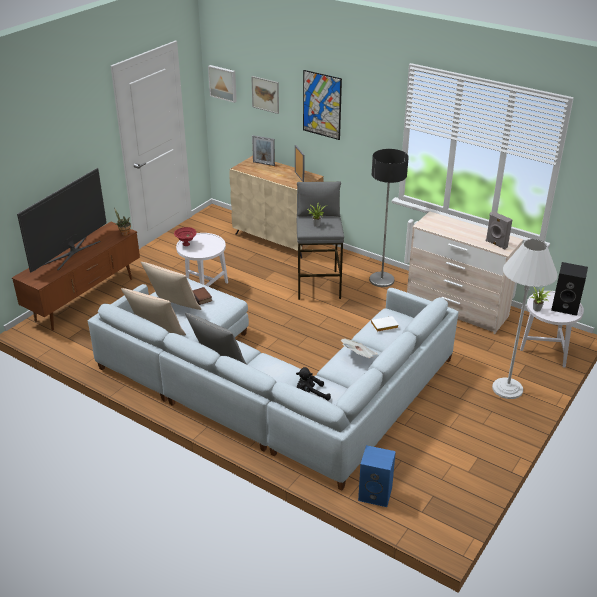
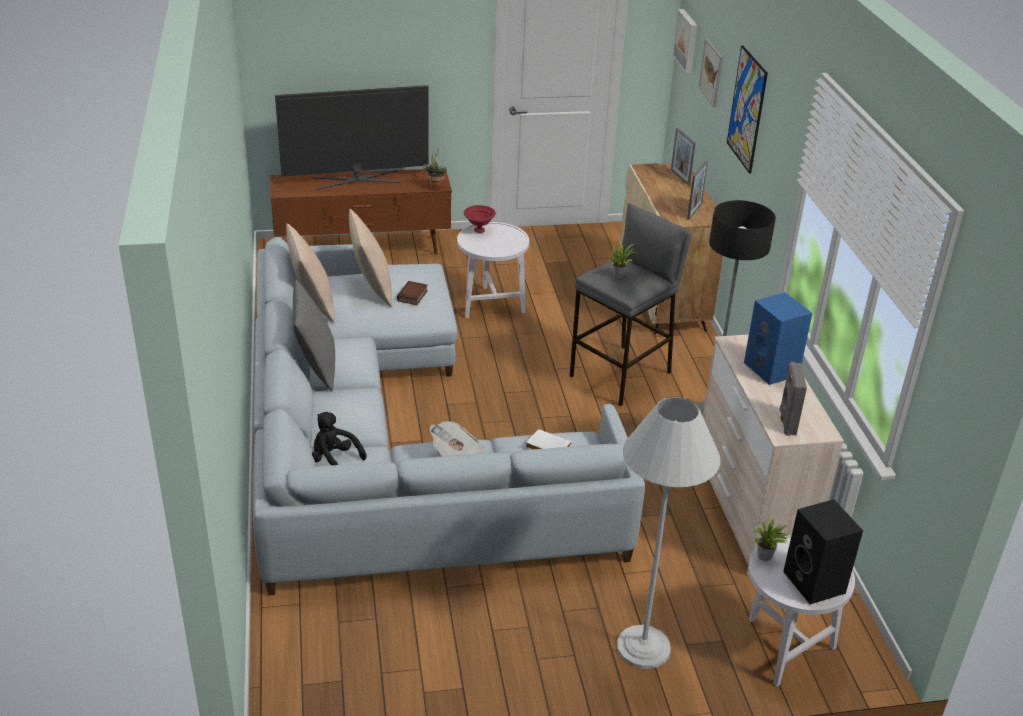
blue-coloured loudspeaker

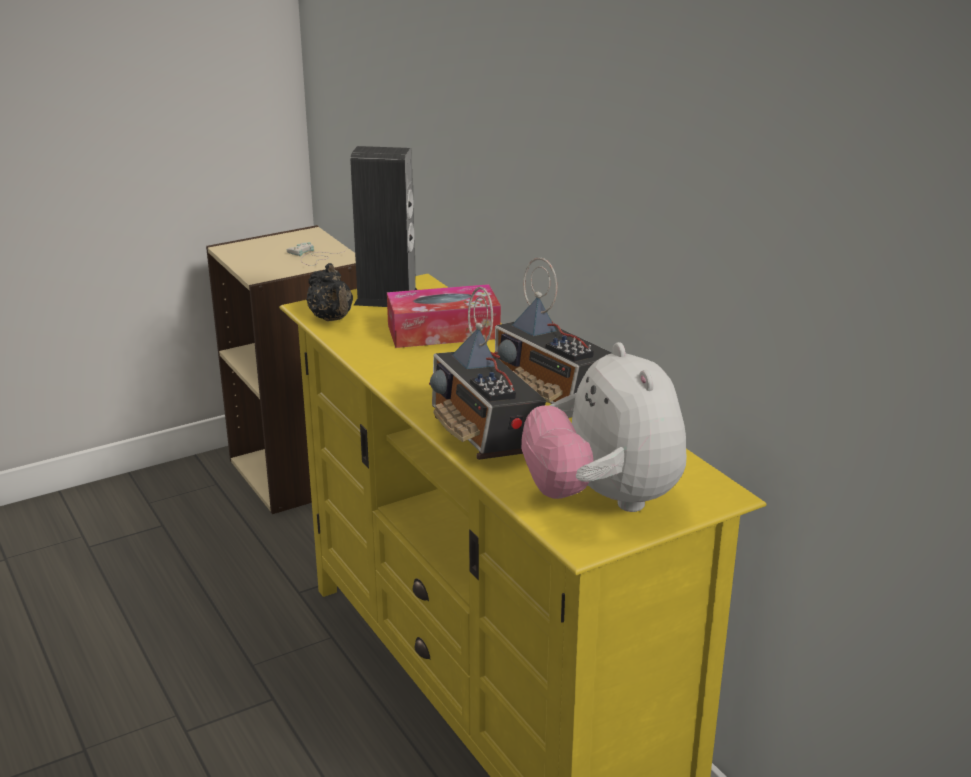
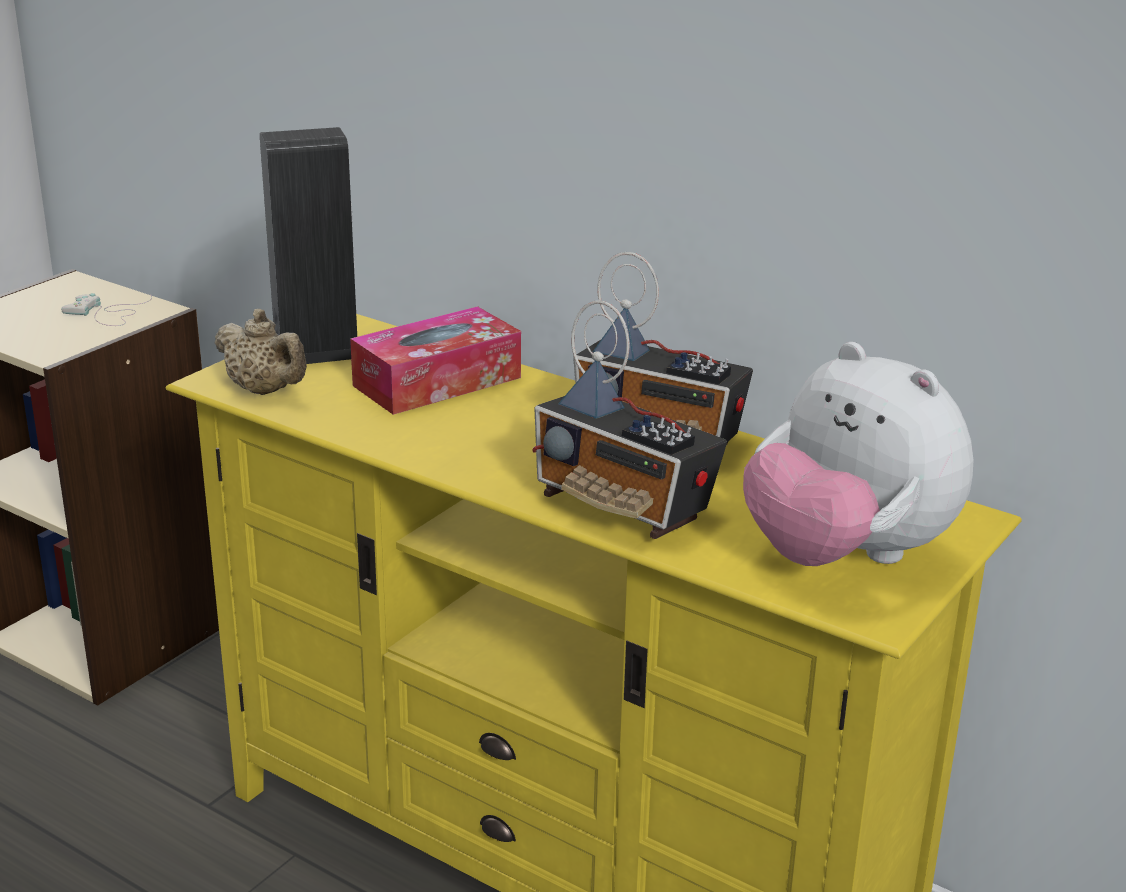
beige-coloured pot for tea

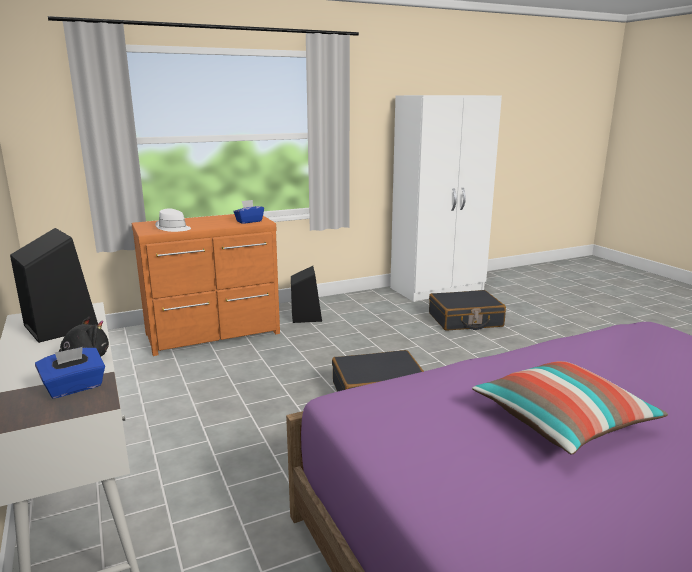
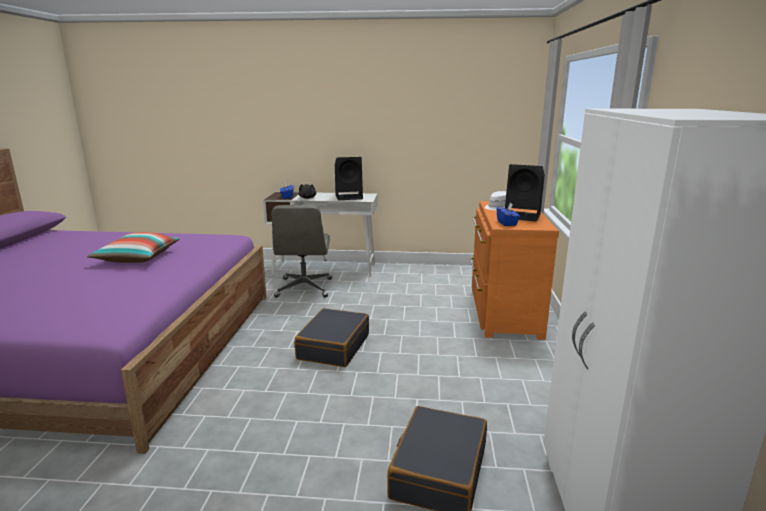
black-coloured loudspeaker (2nd from left)
gray desk chair

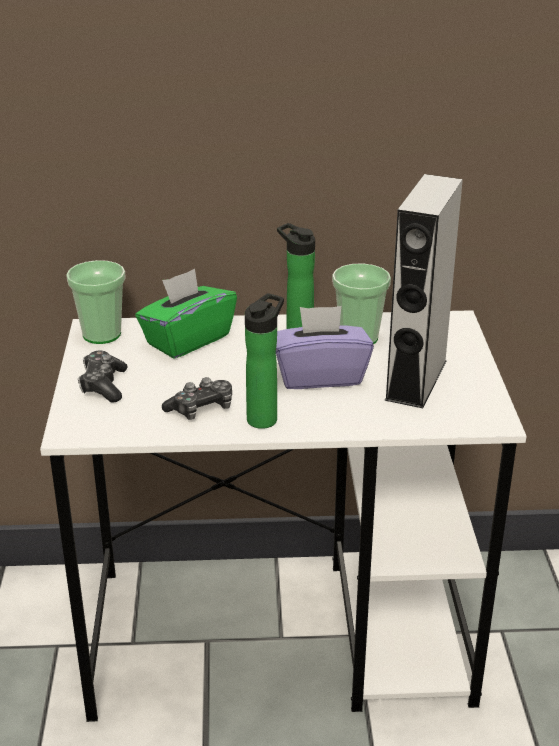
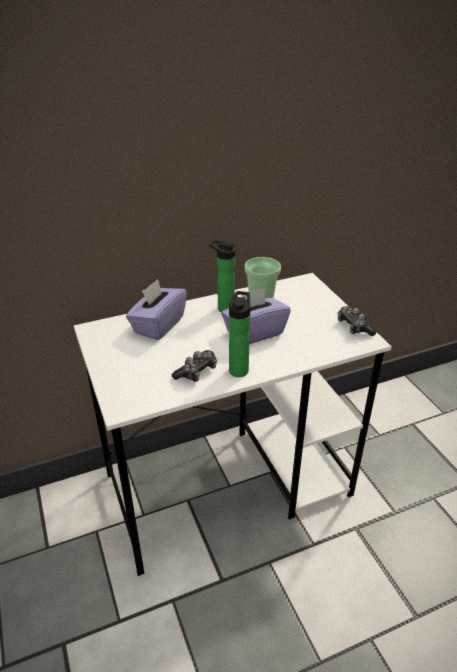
gray loudspeaker
cup (1st from left in the first image)
purple-coloured tissue box (1st from left)
gamepad (2nd from left)

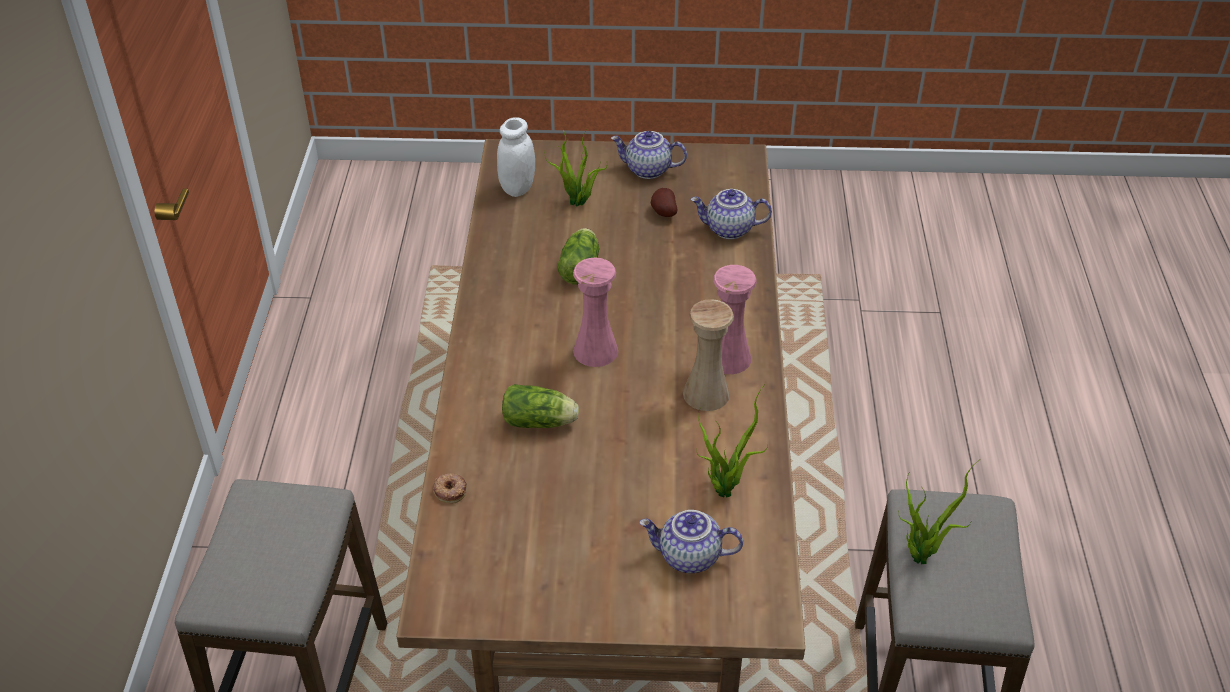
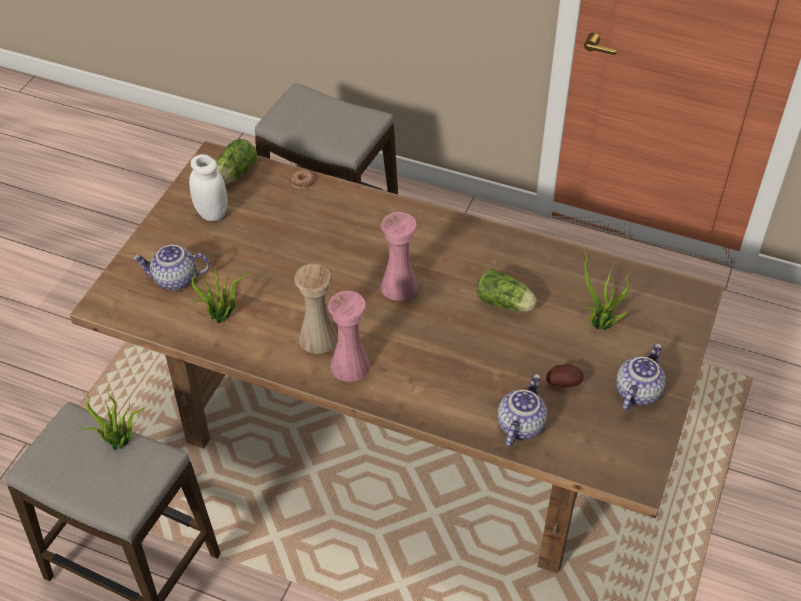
white preserve jar
lettuce (1st from left)
pot for tea (1st from left)

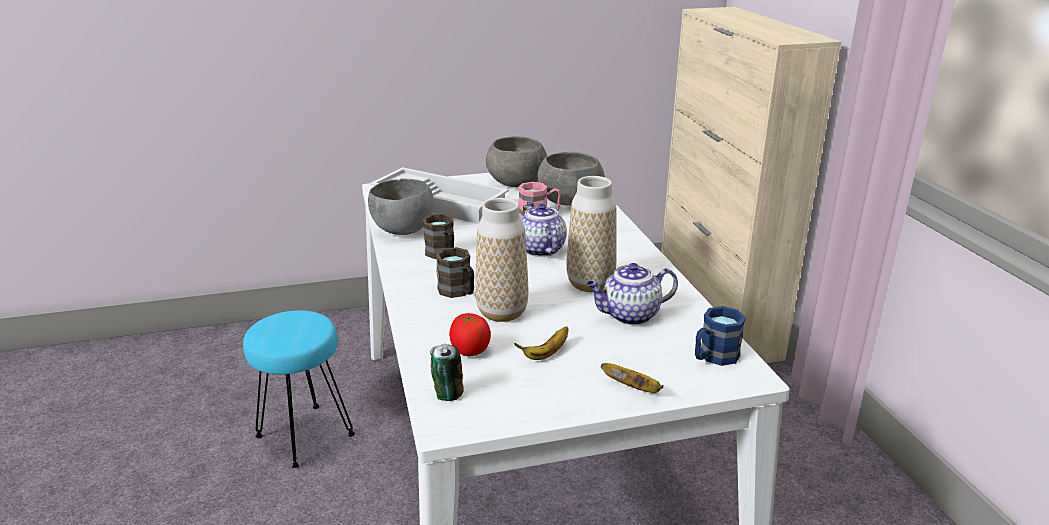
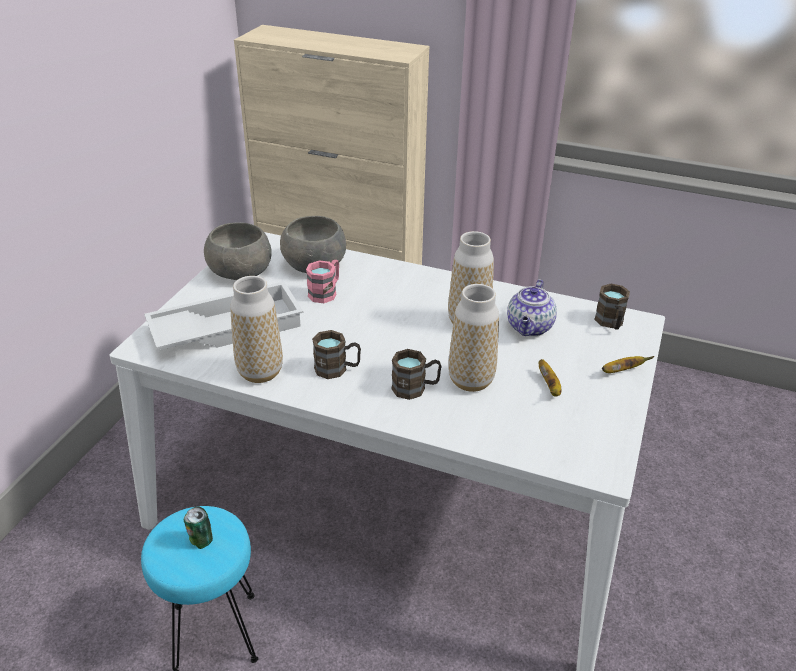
flower vase (1st from left)
pot for tea (1st from left in the first image)
brownish tea mug (3rd from left)
fresh tomato
sealed can

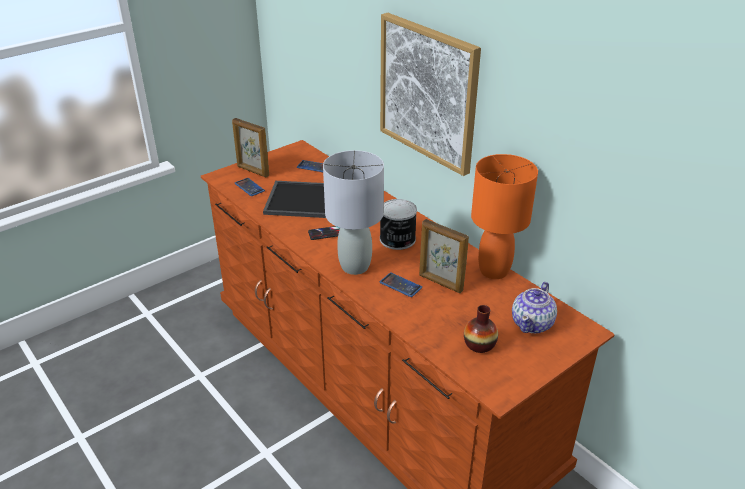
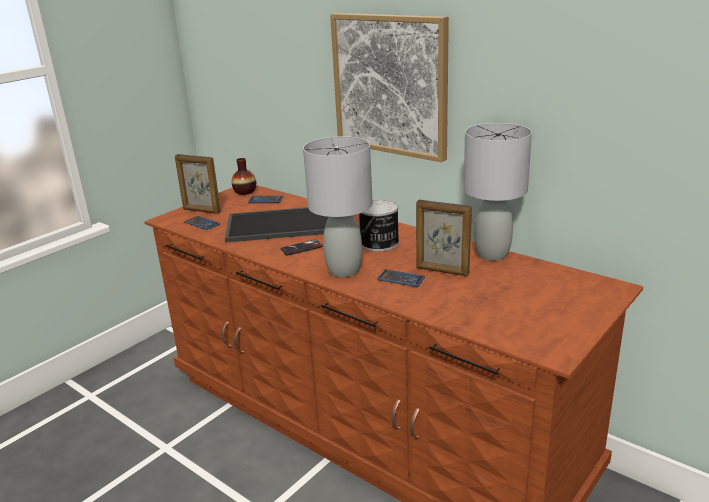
gray table lamp (2nd from left)
pot for tea
flower vase

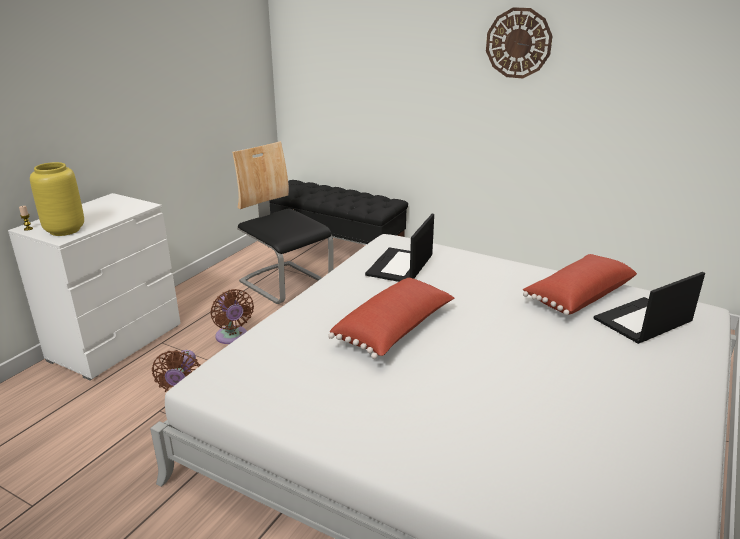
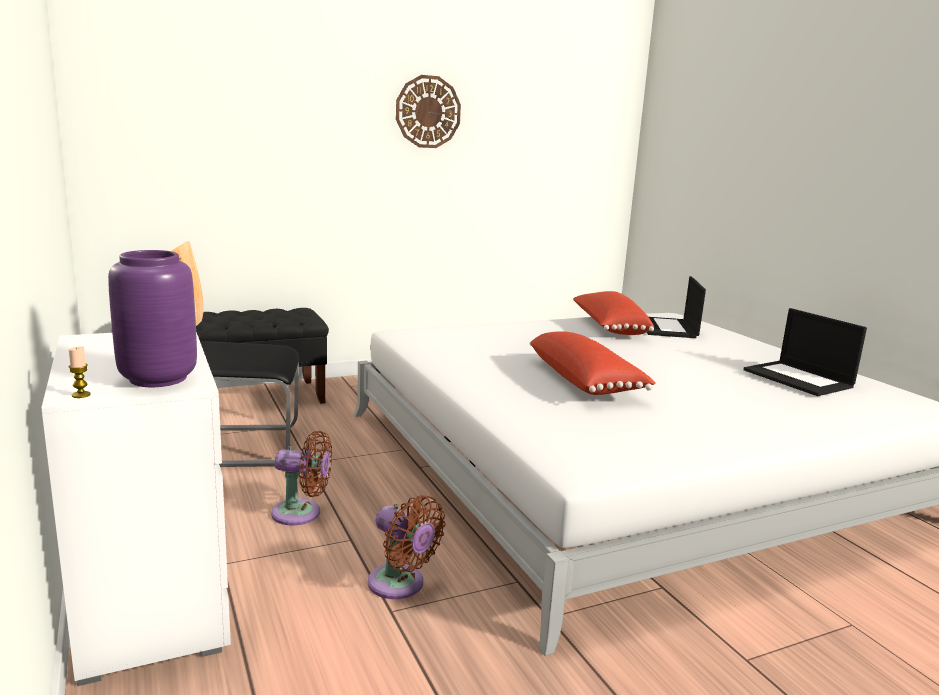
purple-coloured flower vase
laptop (2nd from left)

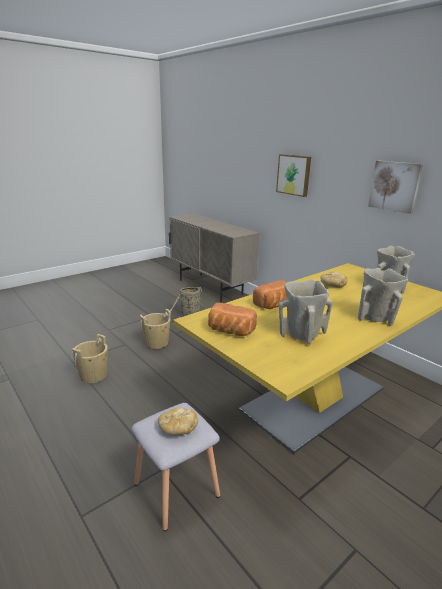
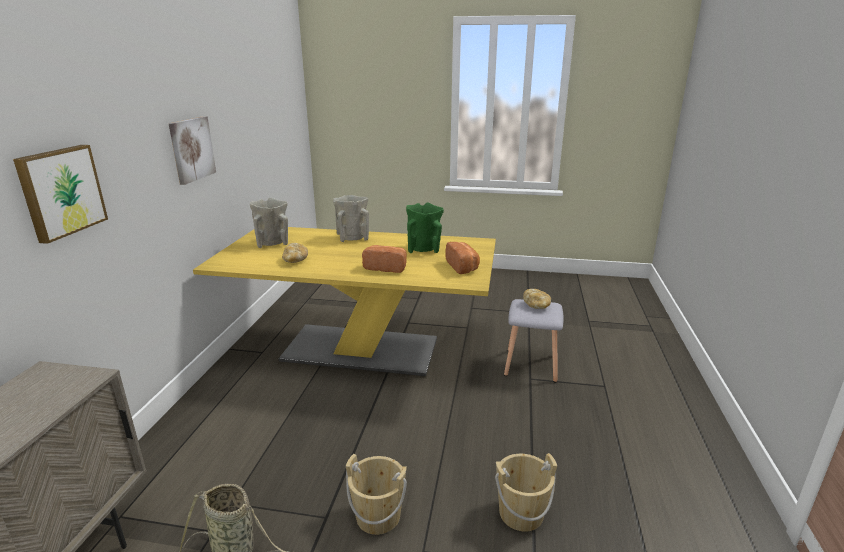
green-coloured flower vase

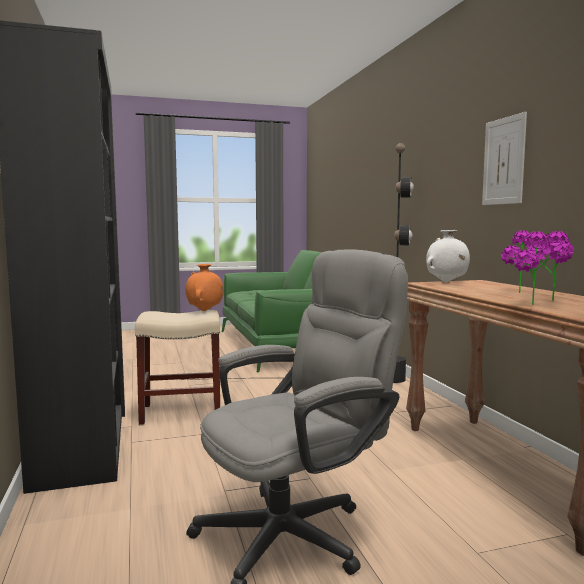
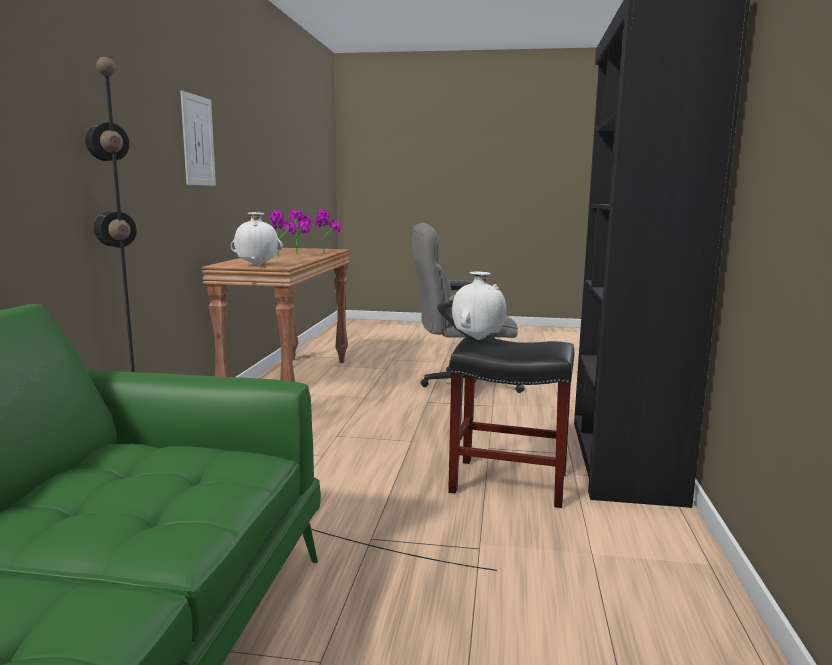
white flower vase (2nd from left)
black-coloured sitting stool

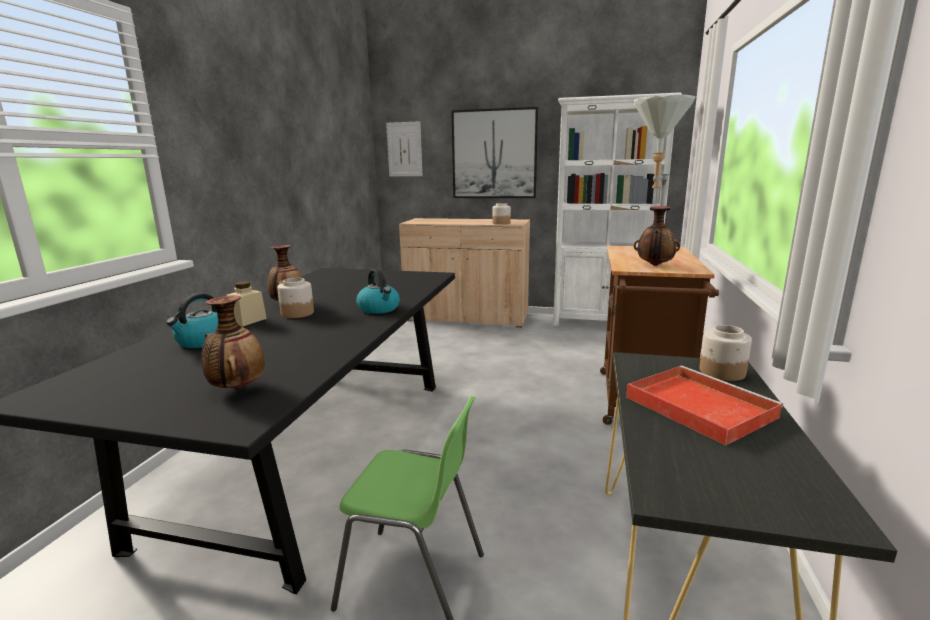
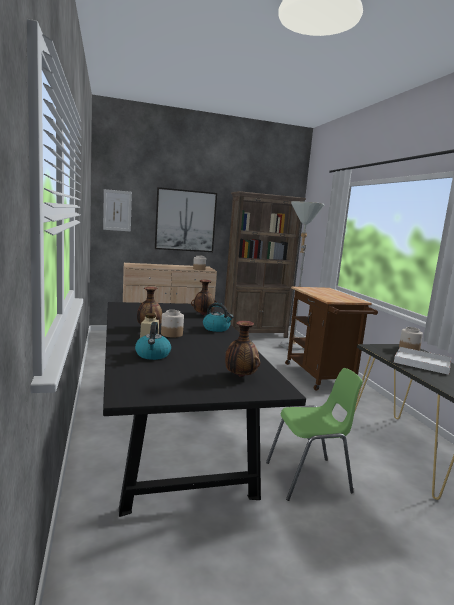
brownish bookcase
flower vase (2nd from left)
white tray

